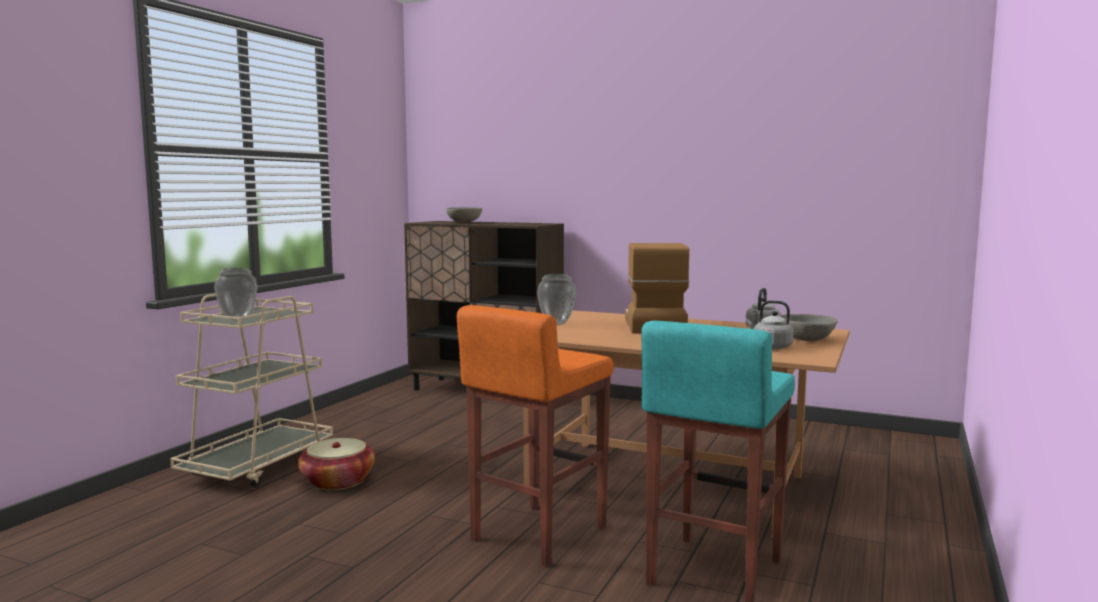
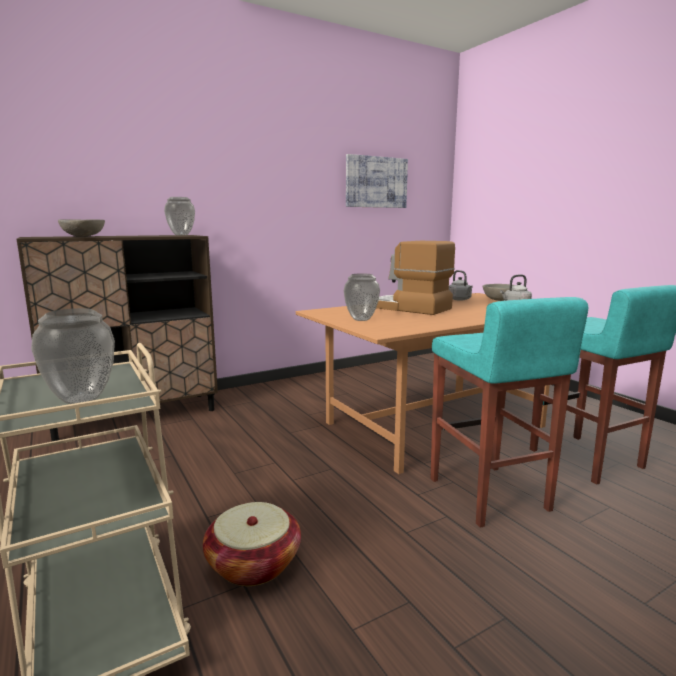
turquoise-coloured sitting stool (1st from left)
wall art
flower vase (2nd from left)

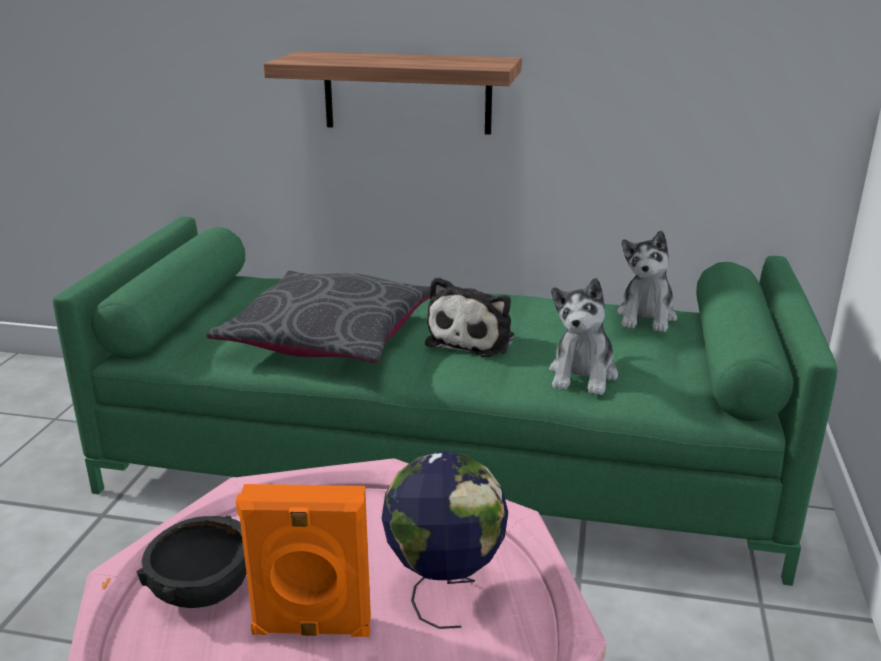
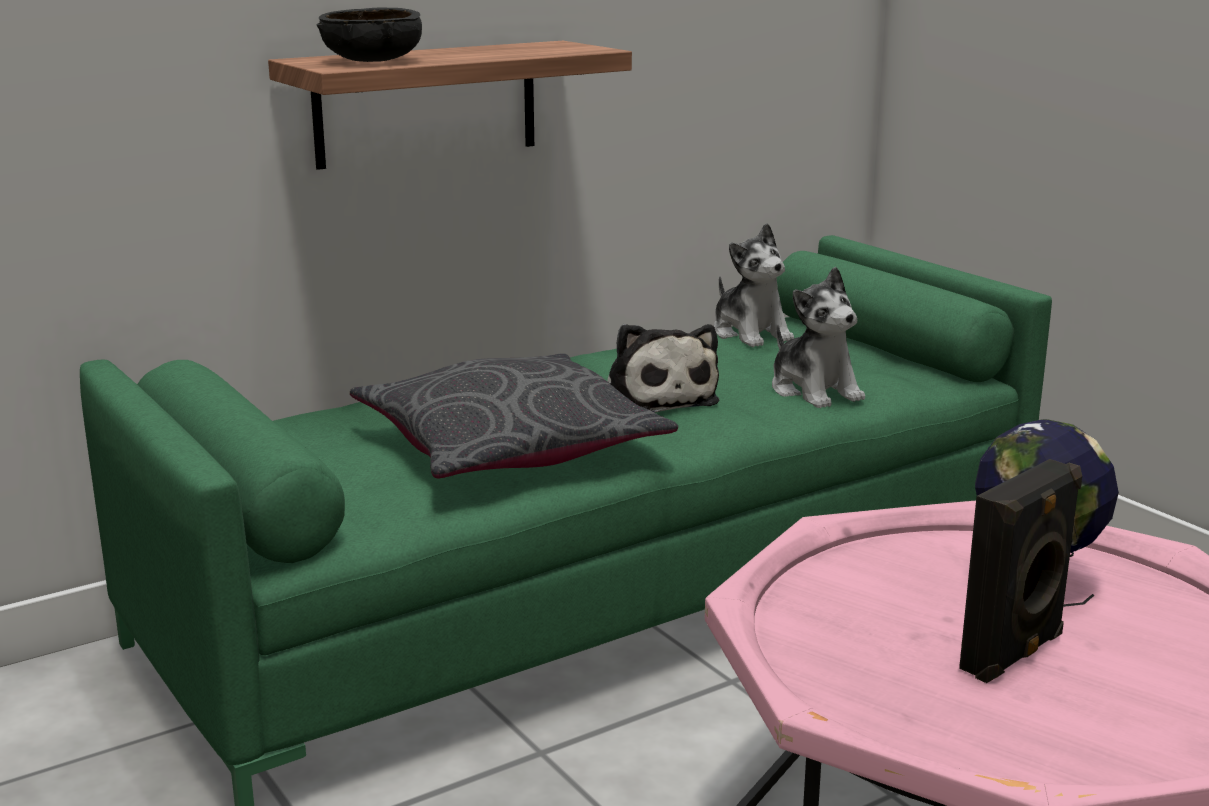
black-coloured loudspeaker
black-coloured bowl

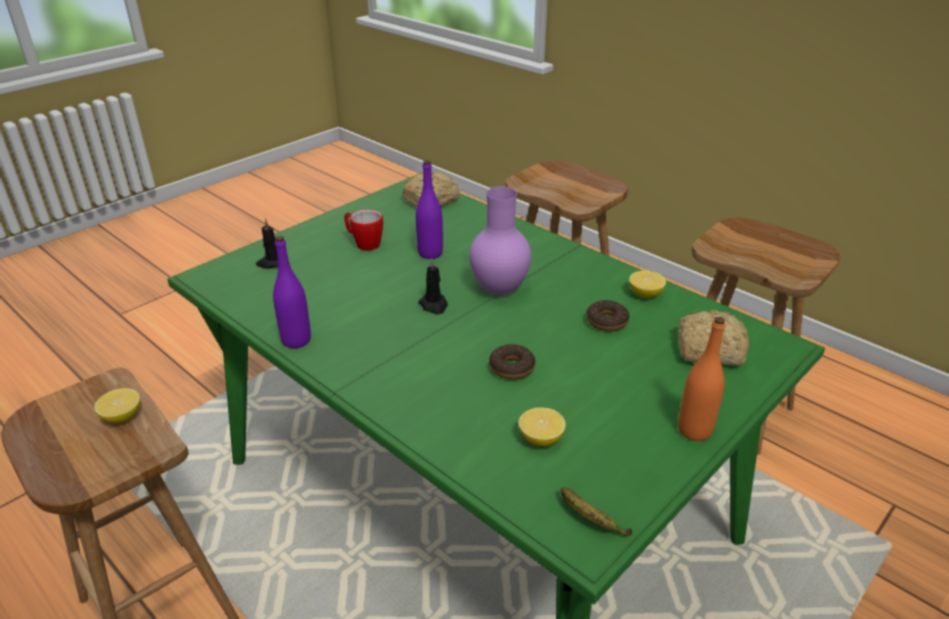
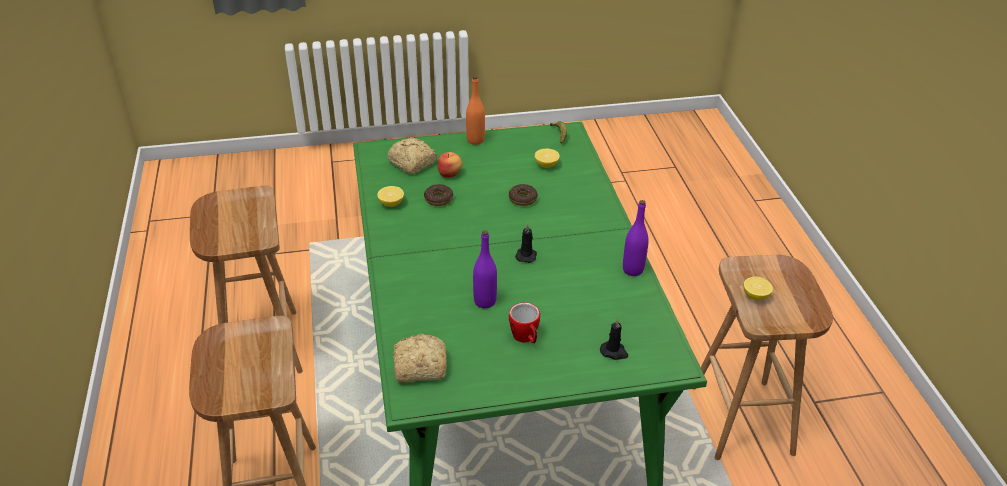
purple-coloured flower vase
apple

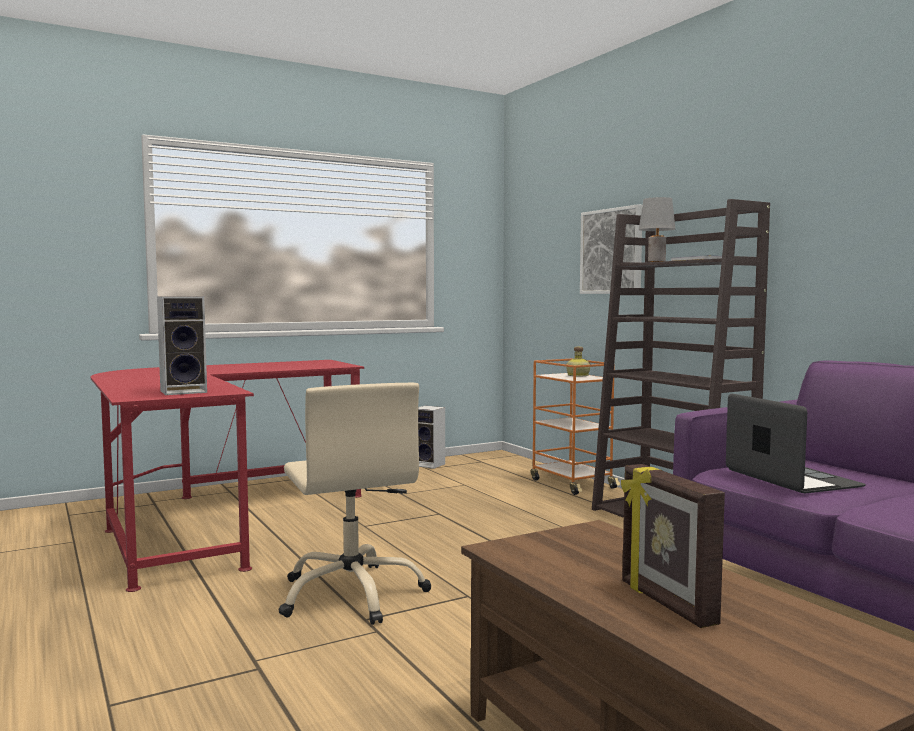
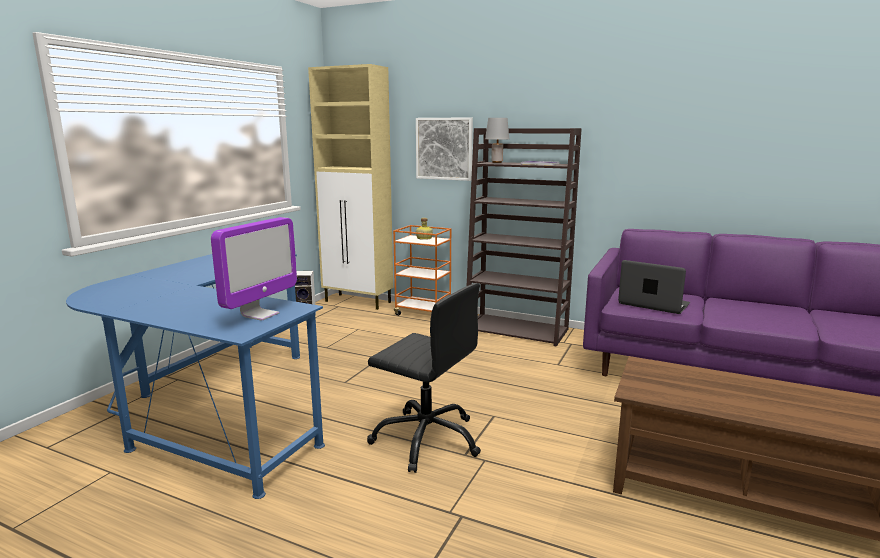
computer display
blue-coloured desk unit
black-coloured desk chair
standing frame
beige-coloured cabinet

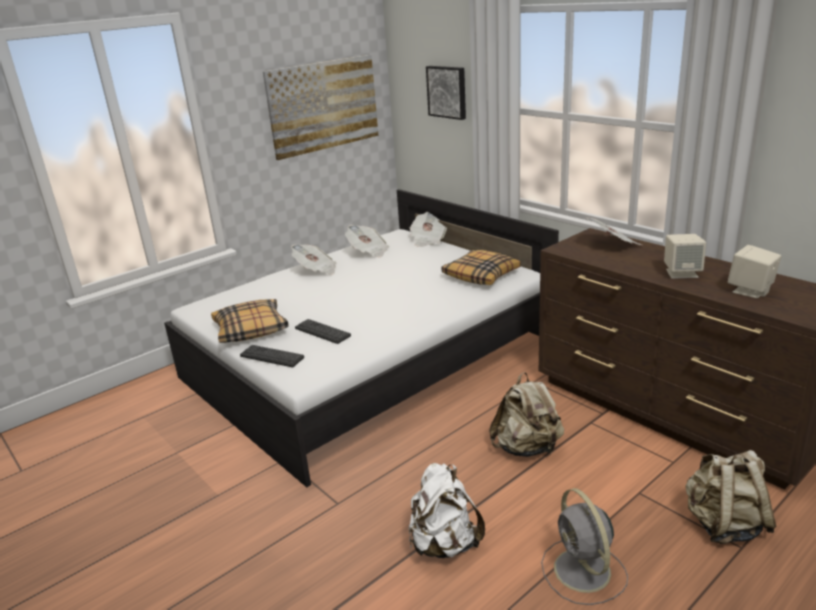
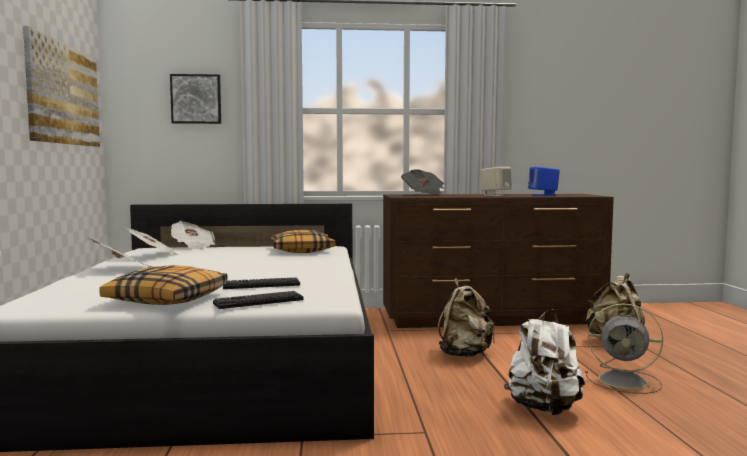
blue-coloured loudspeaker

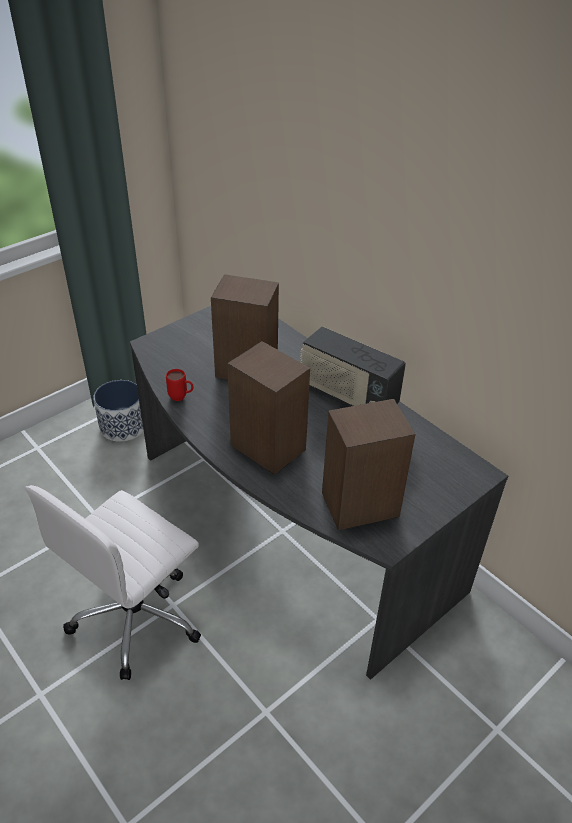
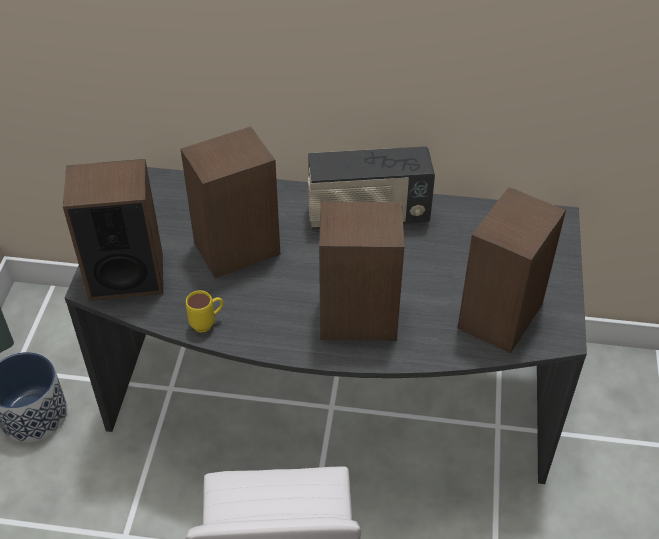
yellowish tea mug
loudspeaker (1st from left)

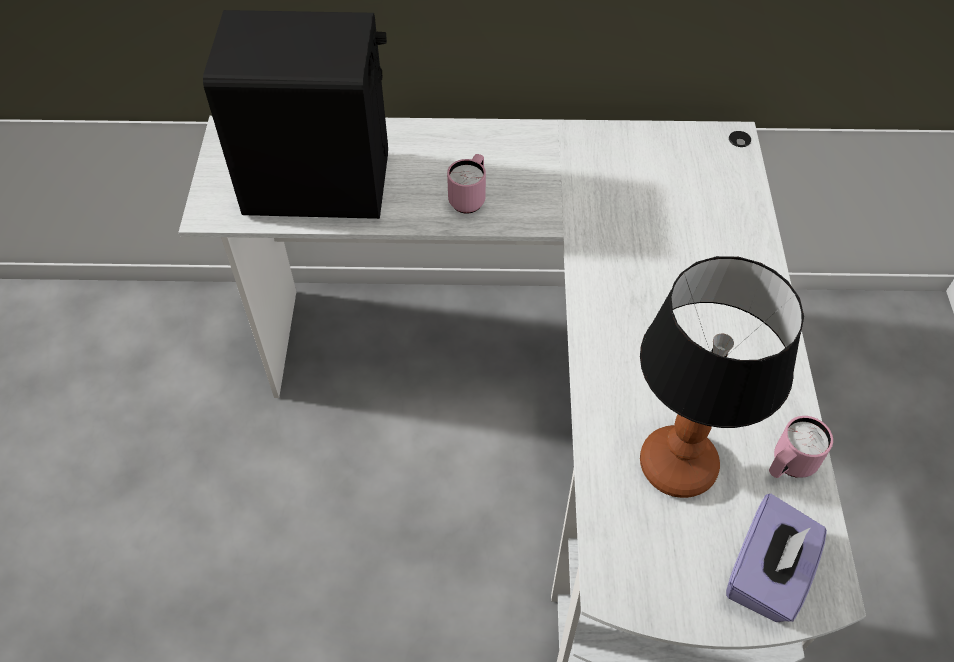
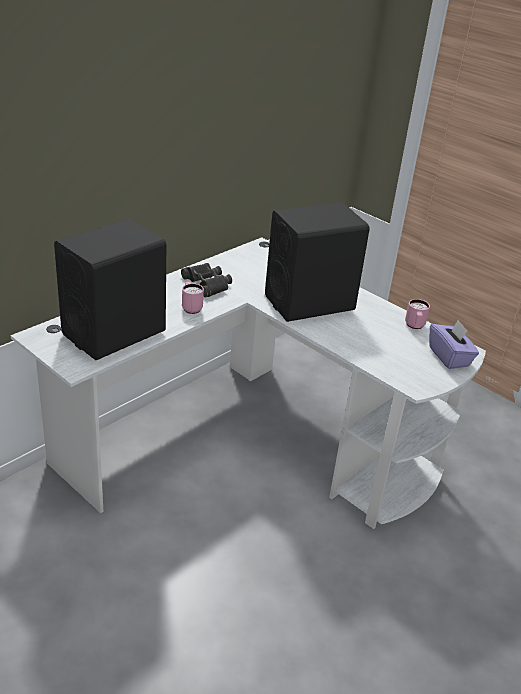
table lamp
black-coloured loudspeaker (2nd from left)
black-coloured pair of binoculars

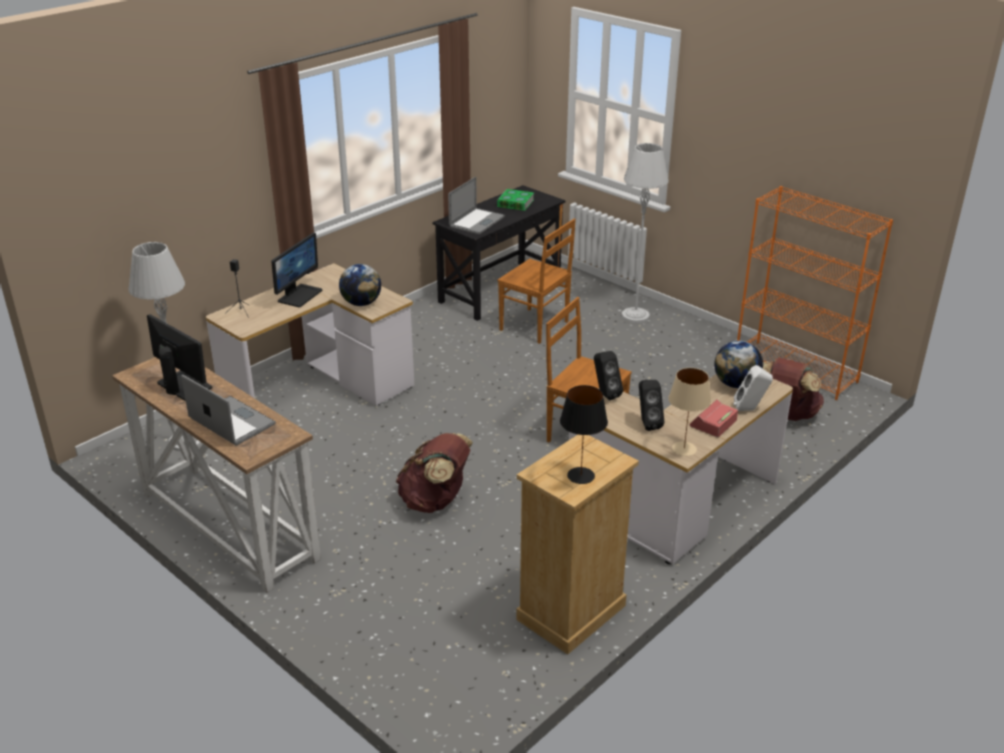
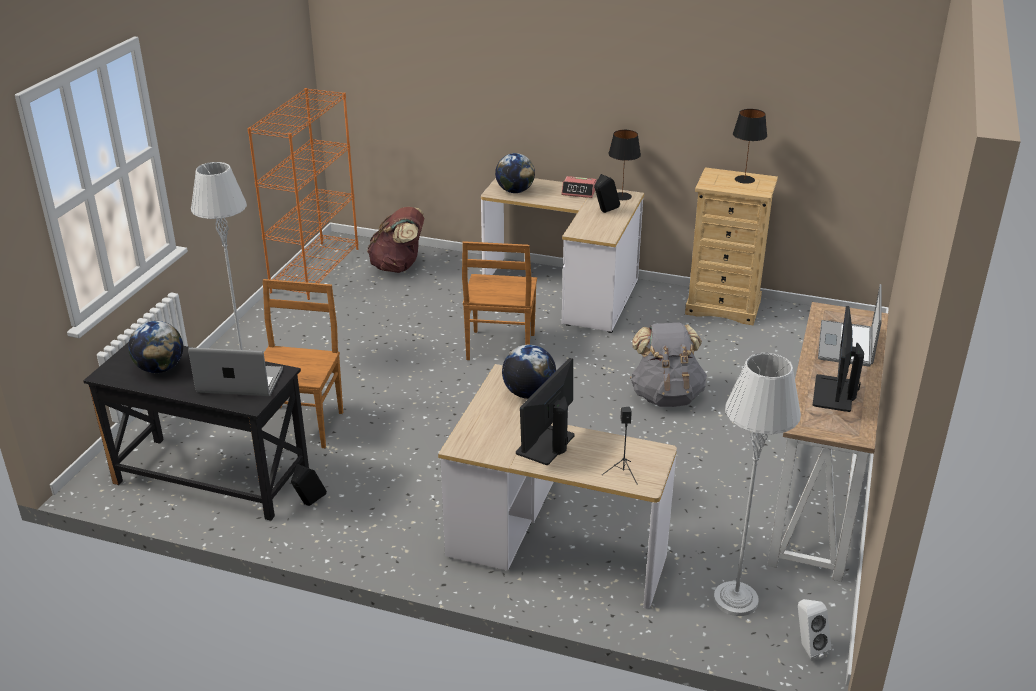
world globe (1st from left)
computer display (1st from left)
black-coloured loudspeaker (1st from left)
white loudspeaker
black-coloured table lamp (1st from left)
gray backpack

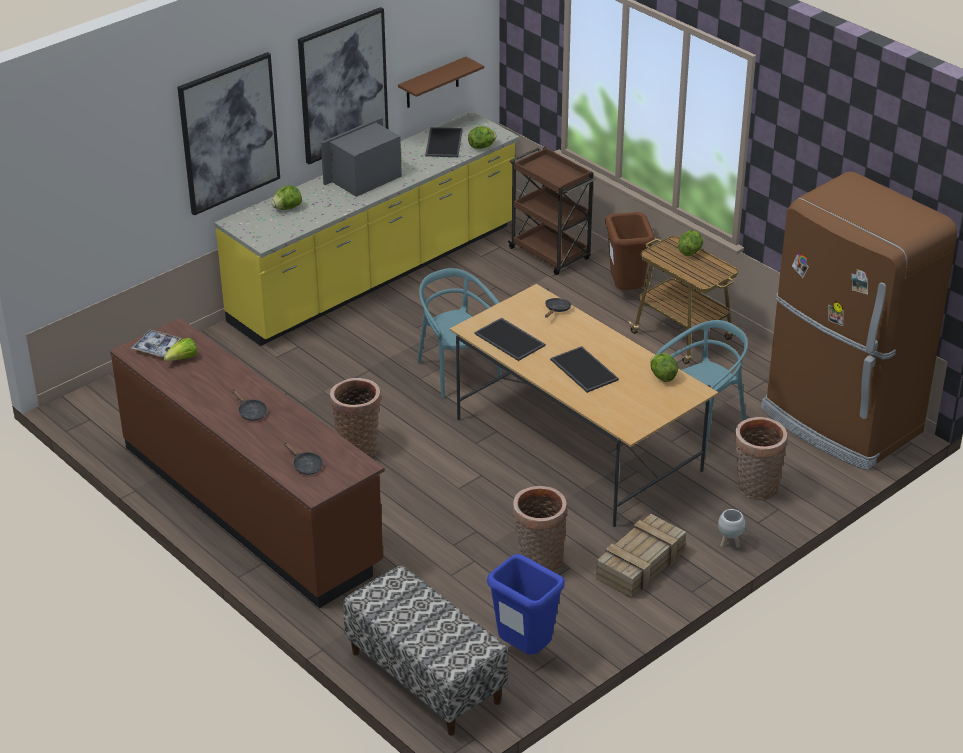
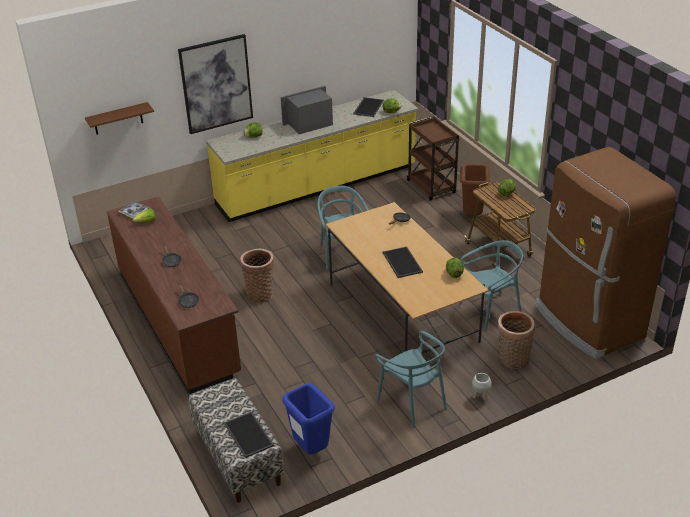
wall art (2nd from left in the first image)
brownish wall shelf
tray (2nd from left)
storage basket (2nd from left in the first image)
turquoise-coloured chair (2nd from left)

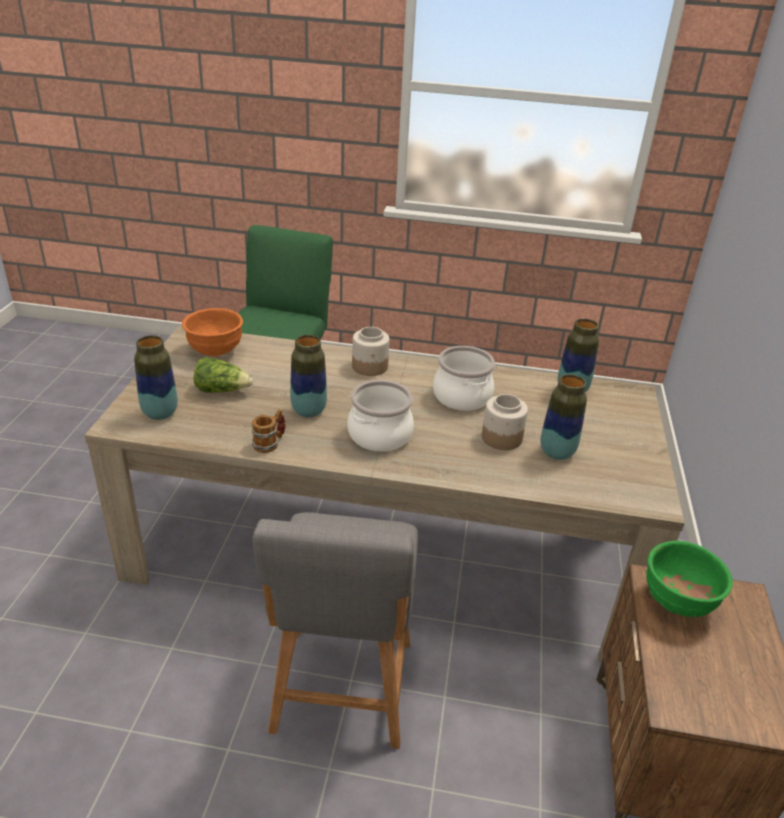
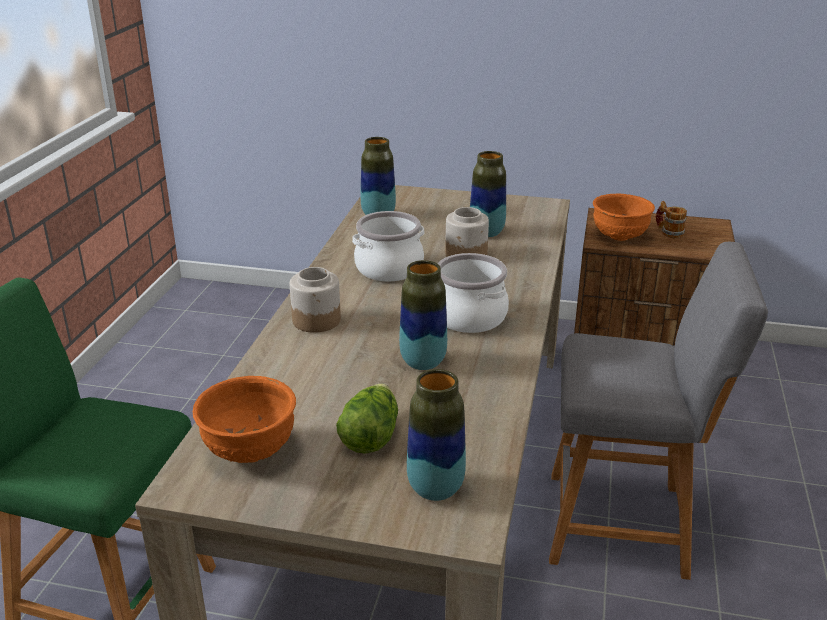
tea mug
orange bowl (2nd from left)

